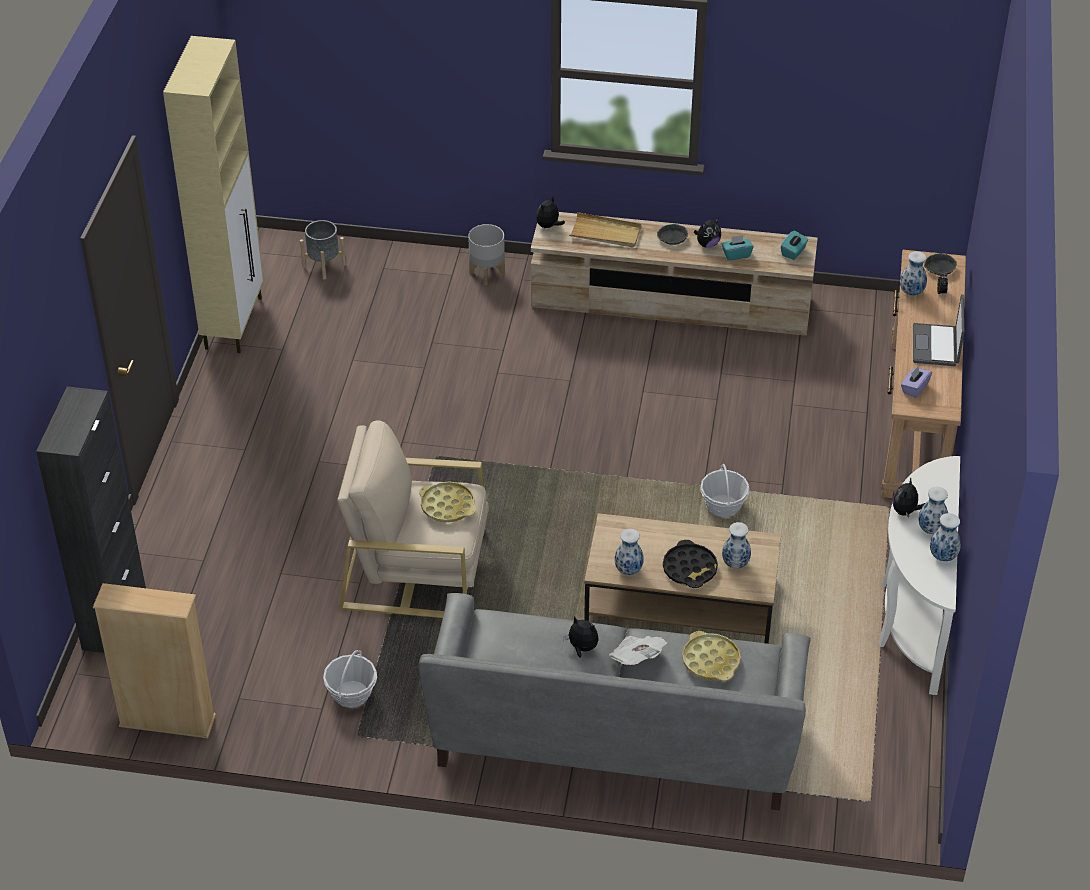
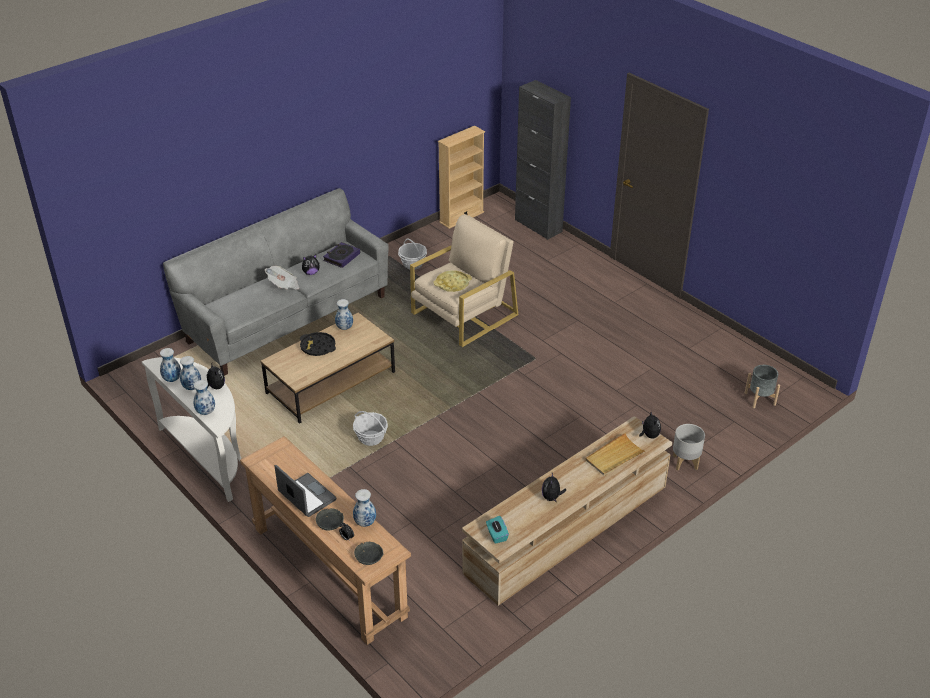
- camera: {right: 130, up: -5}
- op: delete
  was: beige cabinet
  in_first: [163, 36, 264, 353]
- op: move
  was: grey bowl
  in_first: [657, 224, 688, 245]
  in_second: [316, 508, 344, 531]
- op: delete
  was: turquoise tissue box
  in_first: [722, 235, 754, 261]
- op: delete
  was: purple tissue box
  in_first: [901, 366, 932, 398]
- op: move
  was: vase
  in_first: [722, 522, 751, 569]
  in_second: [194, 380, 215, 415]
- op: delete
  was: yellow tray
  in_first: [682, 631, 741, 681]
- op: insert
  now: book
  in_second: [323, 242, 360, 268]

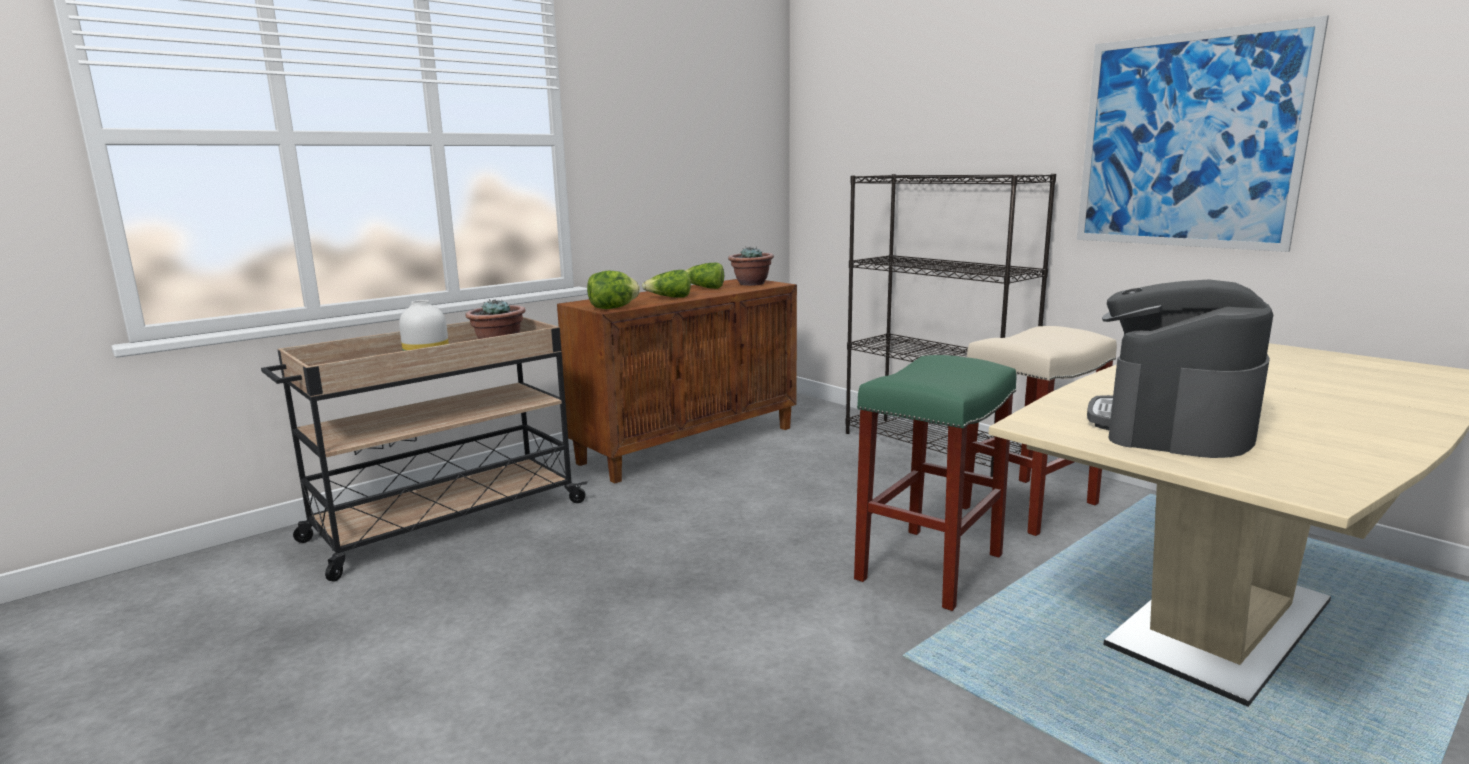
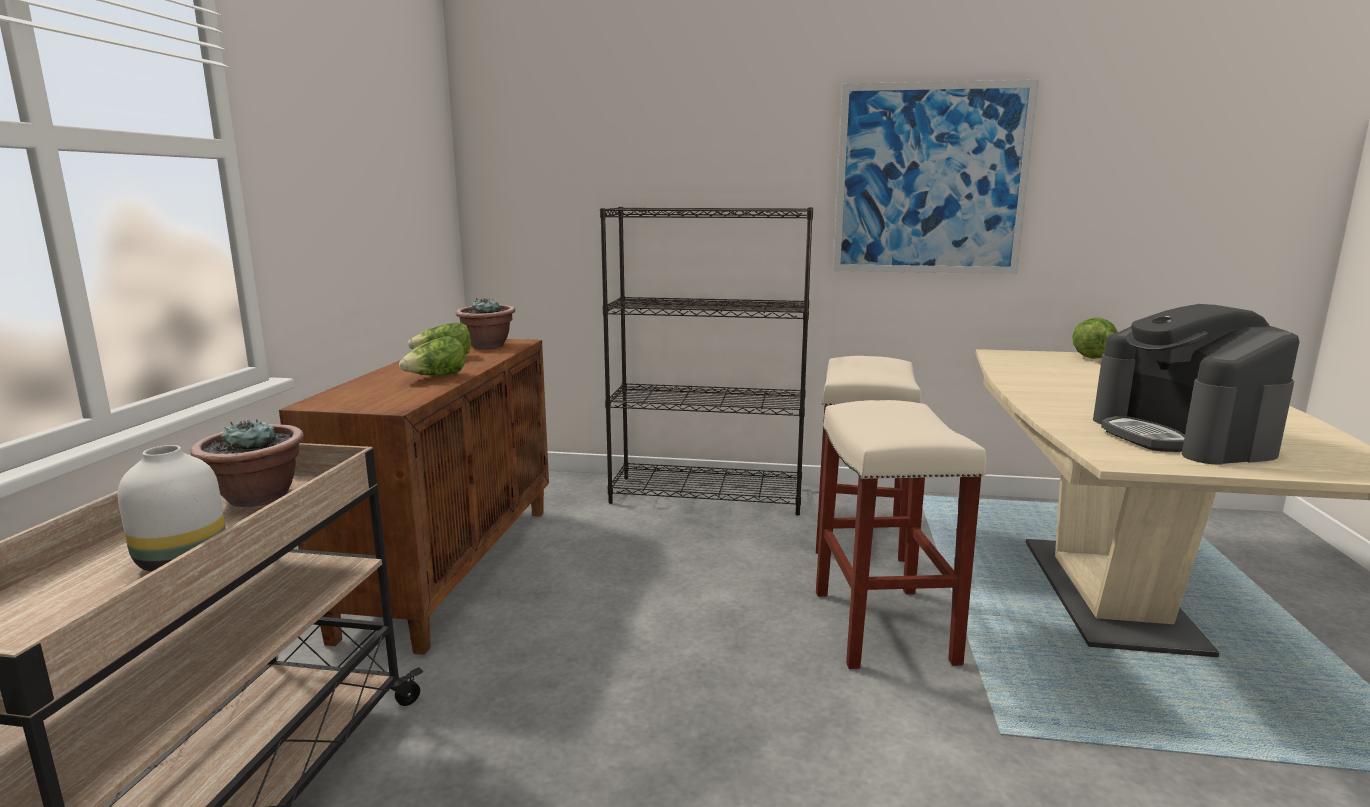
- camera: {right: -40, up: 0}
- op: move
  was: lettuce
  in_first: [587, 271, 640, 309]
  in_second: [1072, 317, 1118, 359]
- op: recolor
  was: green stool
  now: beige stool
  in_first: [854, 355, 1016, 611]
  in_second: [816, 400, 986, 669]

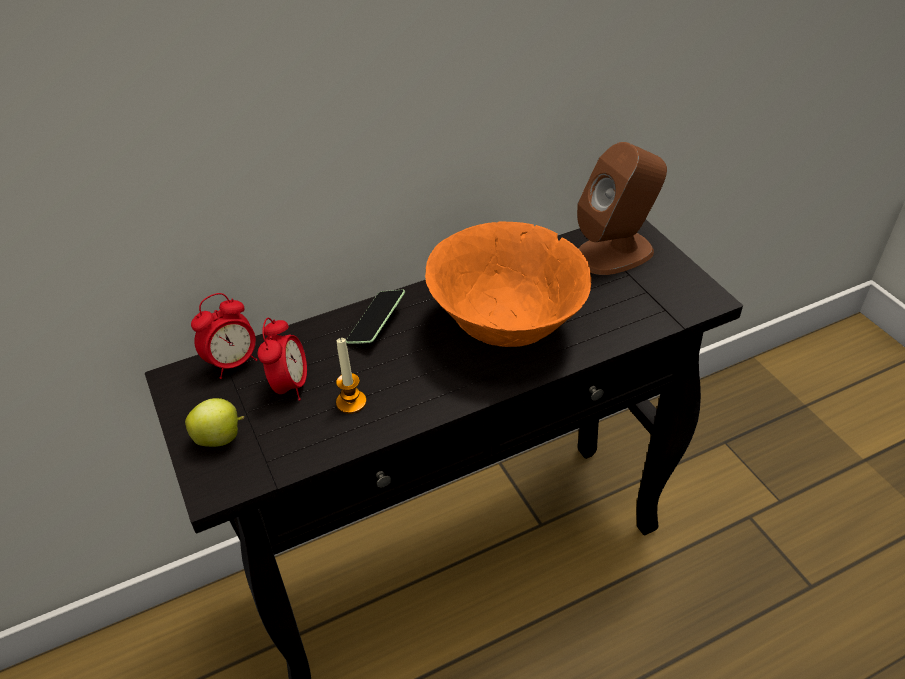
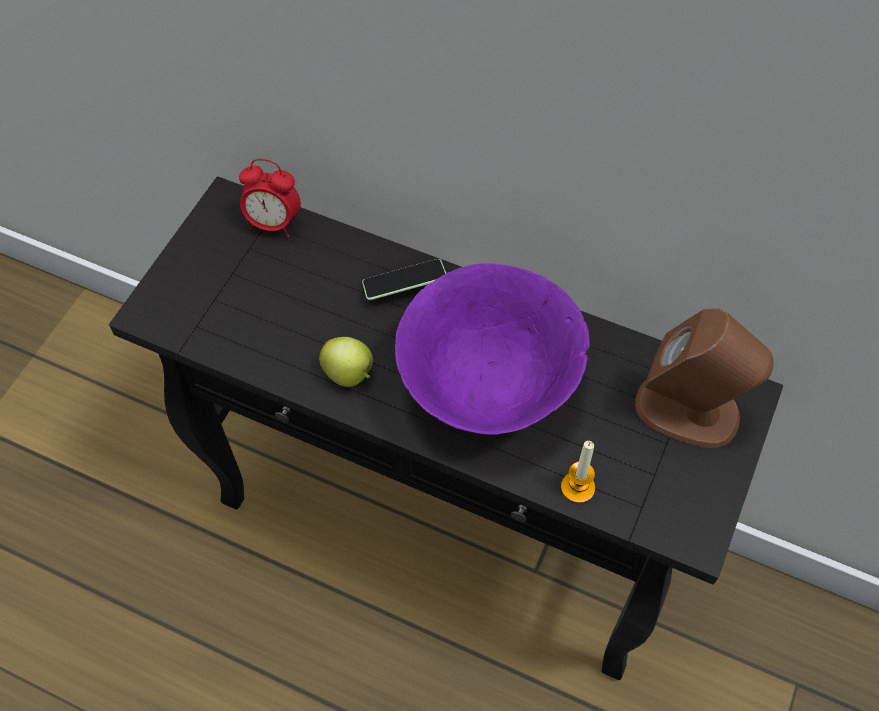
- camera: {right: 50, up: 15}
- op: recolor
  was: orange bowl
  now: purple bowl
  in_first: [425, 222, 591, 347]
  in_second: [395, 263, 590, 435]
- op: delete
  was: alarm clock
  in_first: [258, 318, 307, 401]
- op: move
  was: candle
  in_first: [336, 338, 367, 414]
  in_second: [561, 441, 595, 504]
- op: move
  was: apple
  in_first: [185, 398, 244, 447]
  in_second: [319, 337, 373, 387]

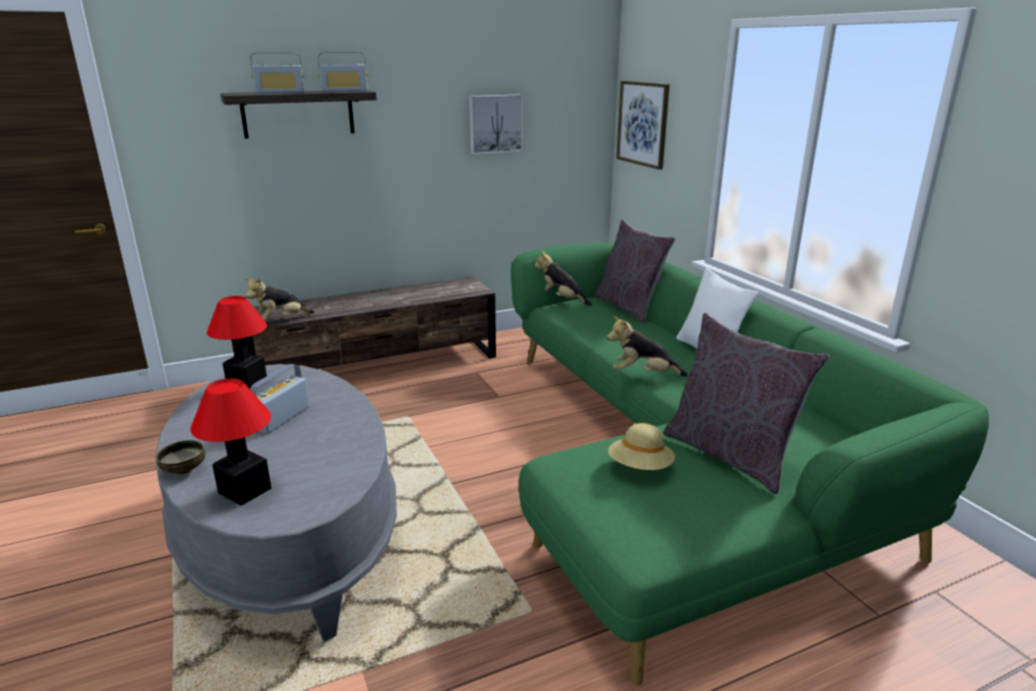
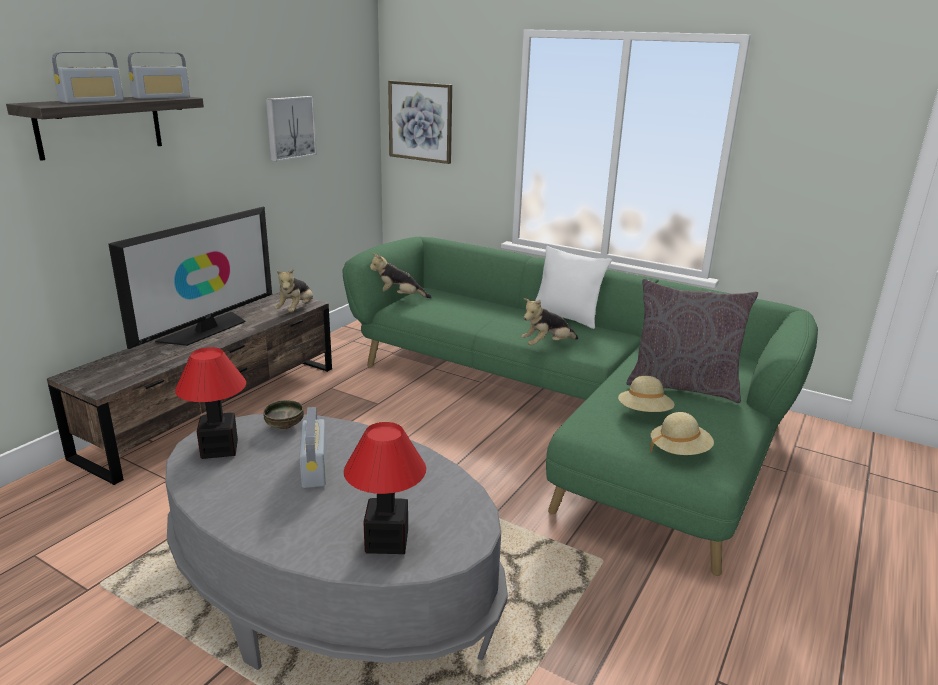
- camera: {right: -35, up: 0}
- op: delete
  was: grey pillow
  in_first: [594, 219, 676, 323]
- op: move
  was: plush toy
  in_first: [244, 277, 314, 321]
  in_second: [274, 268, 313, 312]
- op: move
  was: bowl
  in_first: [156, 440, 205, 474]
  in_second: [263, 400, 304, 429]
- op: insert
  now: television
  in_second: [108, 207, 272, 349]
- op: insert
  now: beige hat
  in_second: [650, 412, 714, 455]

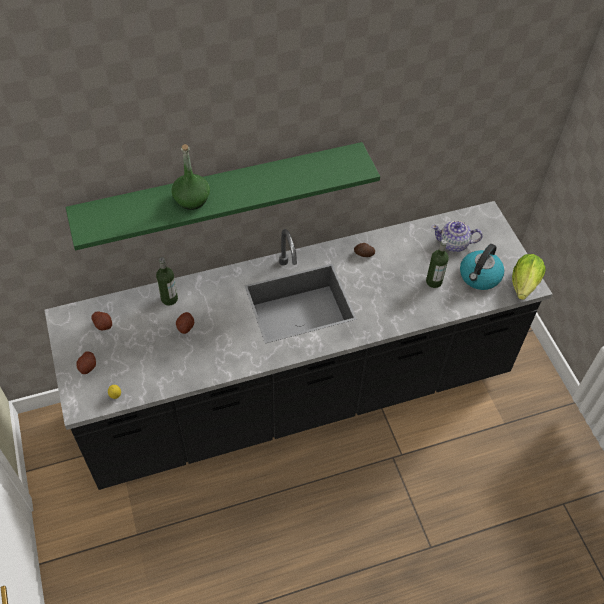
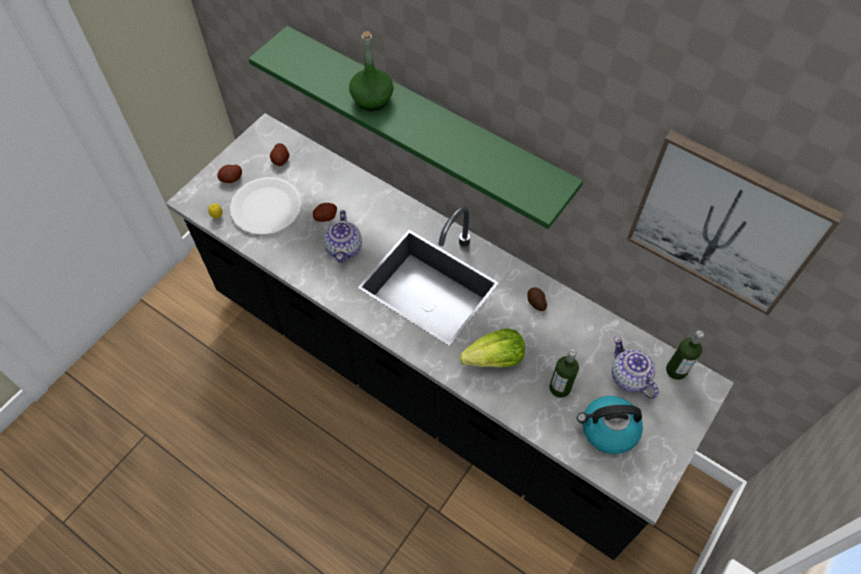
- camera: {right: 55, up: 5}
- op: move
  was: lettuce
  in_first: [512, 254, 546, 300]
  in_second: [460, 328, 525, 367]
- op: move
  was: bottle
  in_first: [156, 257, 178, 306]
  in_second: [666, 330, 704, 380]
- op: insert
  now: picture
  in_second: [627, 130, 844, 315]
- op: insert
  now: white plate
  in_second: [230, 177, 302, 235]
- op: insert
  now: teapot
  in_second: [323, 210, 362, 263]

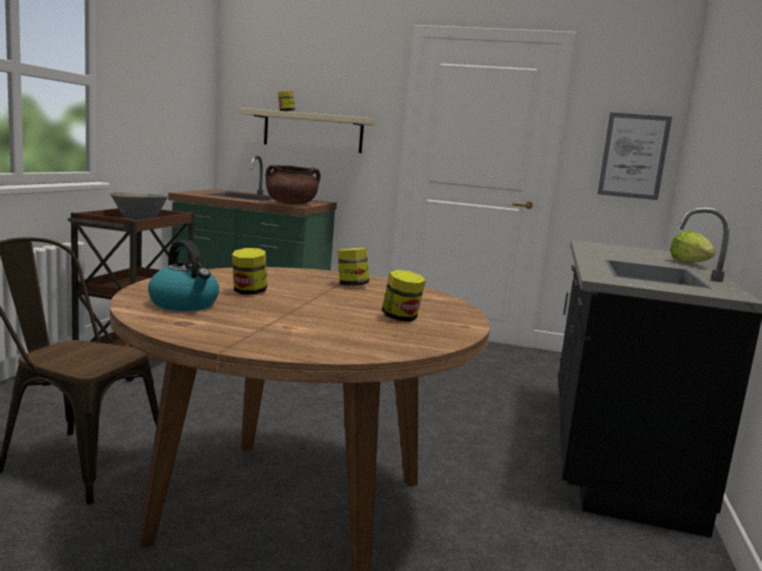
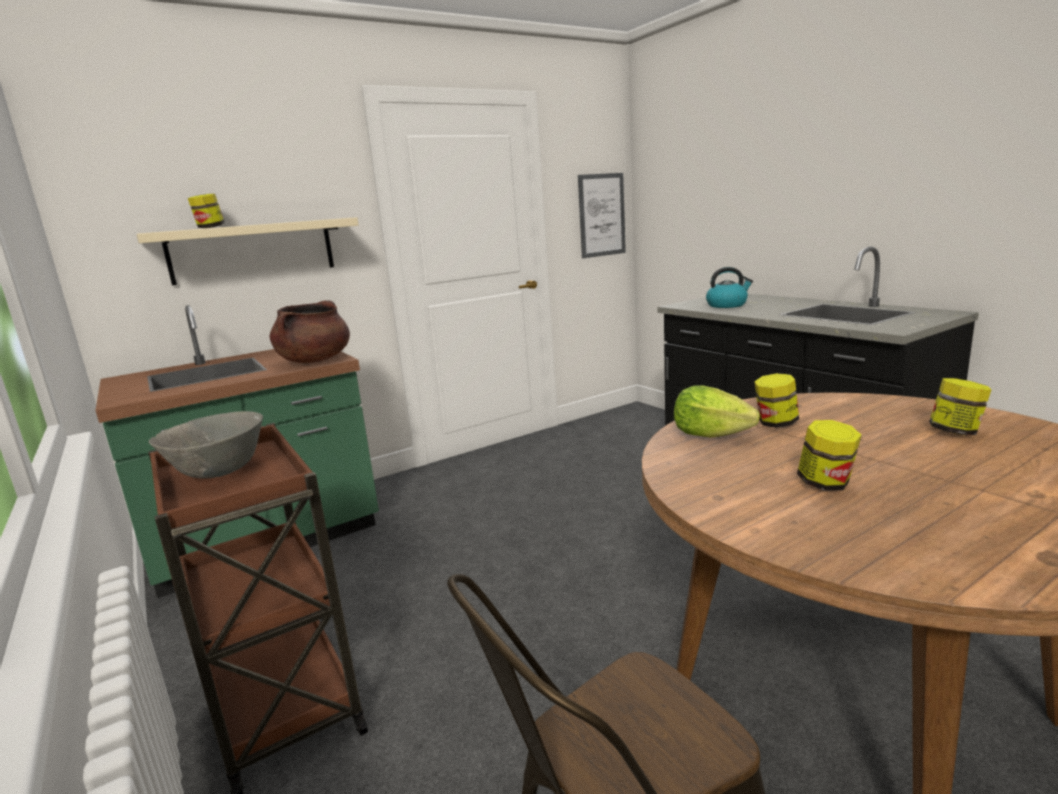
- camera: {right: -45, up: 5}
- op: move
  was: lettuce
  in_first: [670, 230, 715, 263]
  in_second: [674, 385, 760, 438]
- op: move
  was: kettle
  in_first: [148, 240, 219, 311]
  in_second: [706, 267, 753, 308]

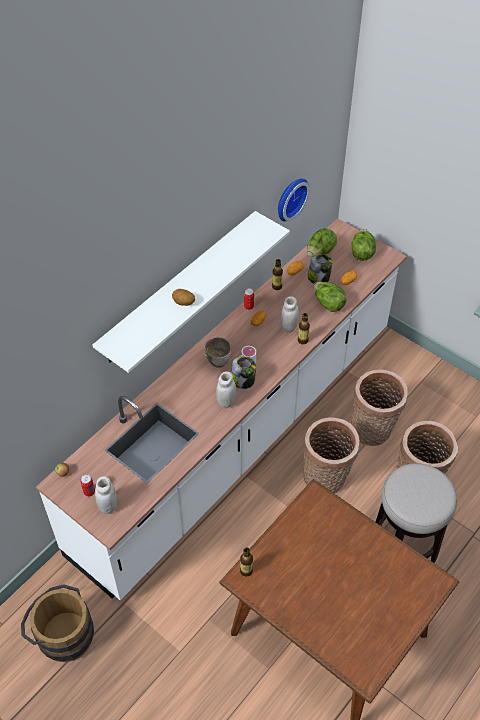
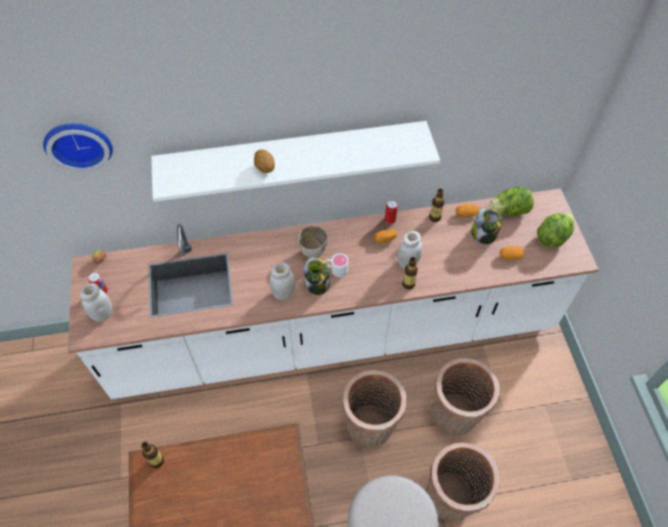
- camera: {right: 40, up: 5}
- op: move
  was: wall clock
  in_first: [278, 178, 310, 221]
  in_second: [43, 123, 113, 172]
- op: delete
  was: lettuce
  in_first: [314, 282, 347, 312]
- op: delete
  was: brown bucket
  in_first: [21, 584, 94, 662]

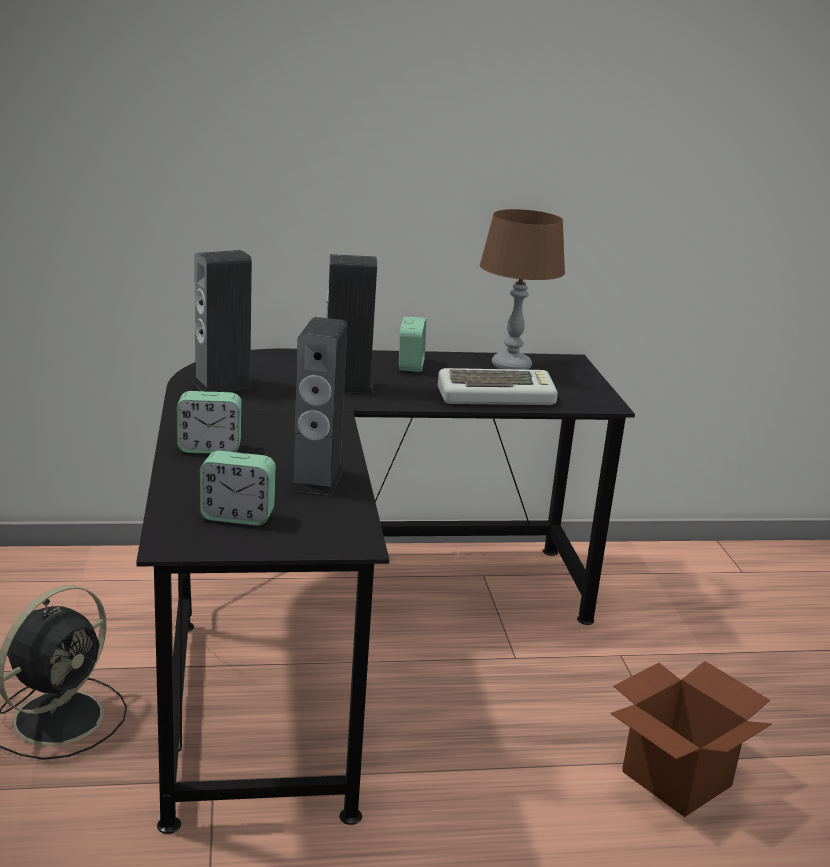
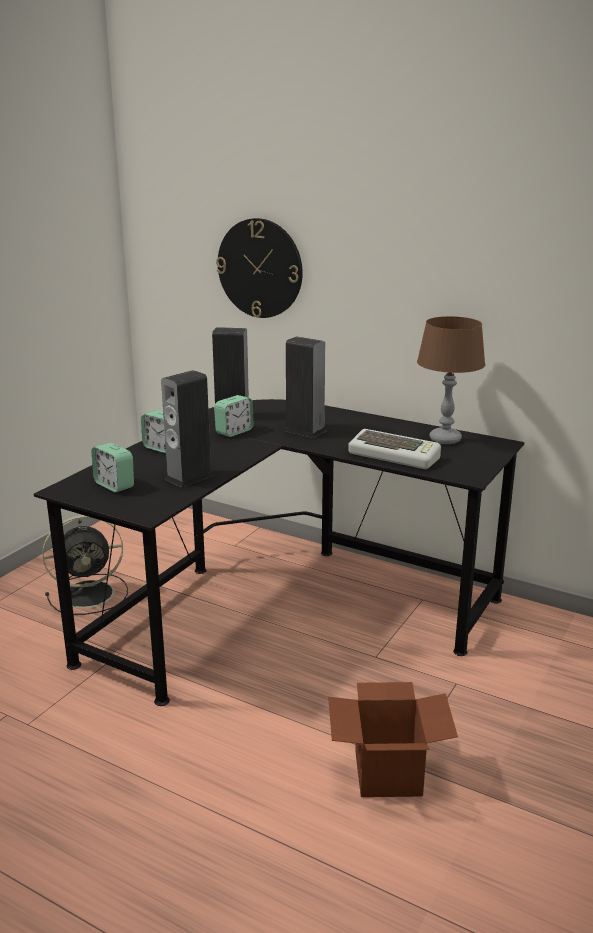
- camera: {right: 40, up: 0}
- op: move
  was: alarm clock
  in_first: [399, 317, 426, 372]
  in_second: [214, 395, 254, 437]
- op: insert
  now: wall clock
  in_second: [216, 218, 303, 318]

